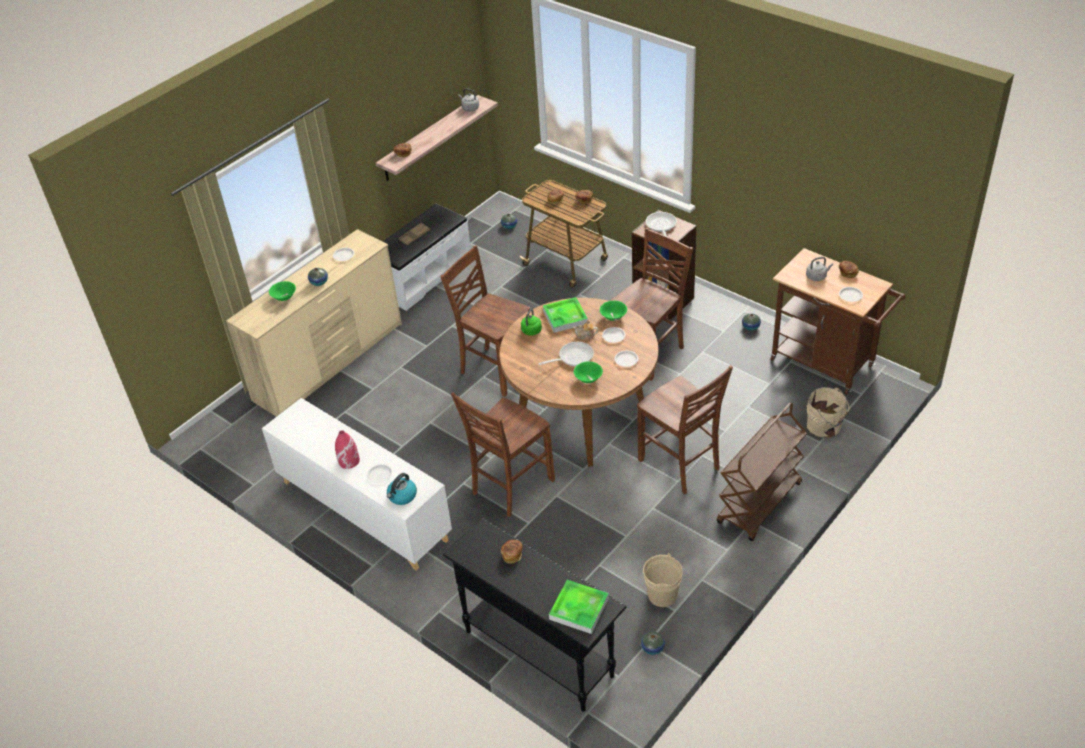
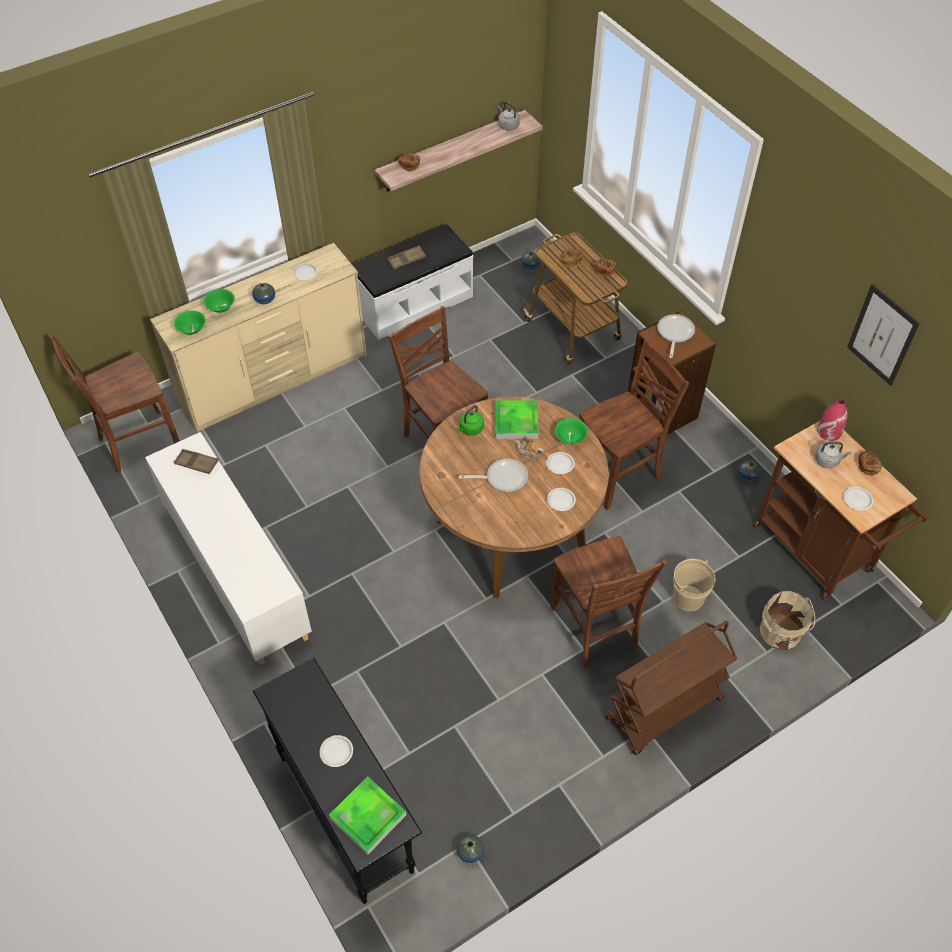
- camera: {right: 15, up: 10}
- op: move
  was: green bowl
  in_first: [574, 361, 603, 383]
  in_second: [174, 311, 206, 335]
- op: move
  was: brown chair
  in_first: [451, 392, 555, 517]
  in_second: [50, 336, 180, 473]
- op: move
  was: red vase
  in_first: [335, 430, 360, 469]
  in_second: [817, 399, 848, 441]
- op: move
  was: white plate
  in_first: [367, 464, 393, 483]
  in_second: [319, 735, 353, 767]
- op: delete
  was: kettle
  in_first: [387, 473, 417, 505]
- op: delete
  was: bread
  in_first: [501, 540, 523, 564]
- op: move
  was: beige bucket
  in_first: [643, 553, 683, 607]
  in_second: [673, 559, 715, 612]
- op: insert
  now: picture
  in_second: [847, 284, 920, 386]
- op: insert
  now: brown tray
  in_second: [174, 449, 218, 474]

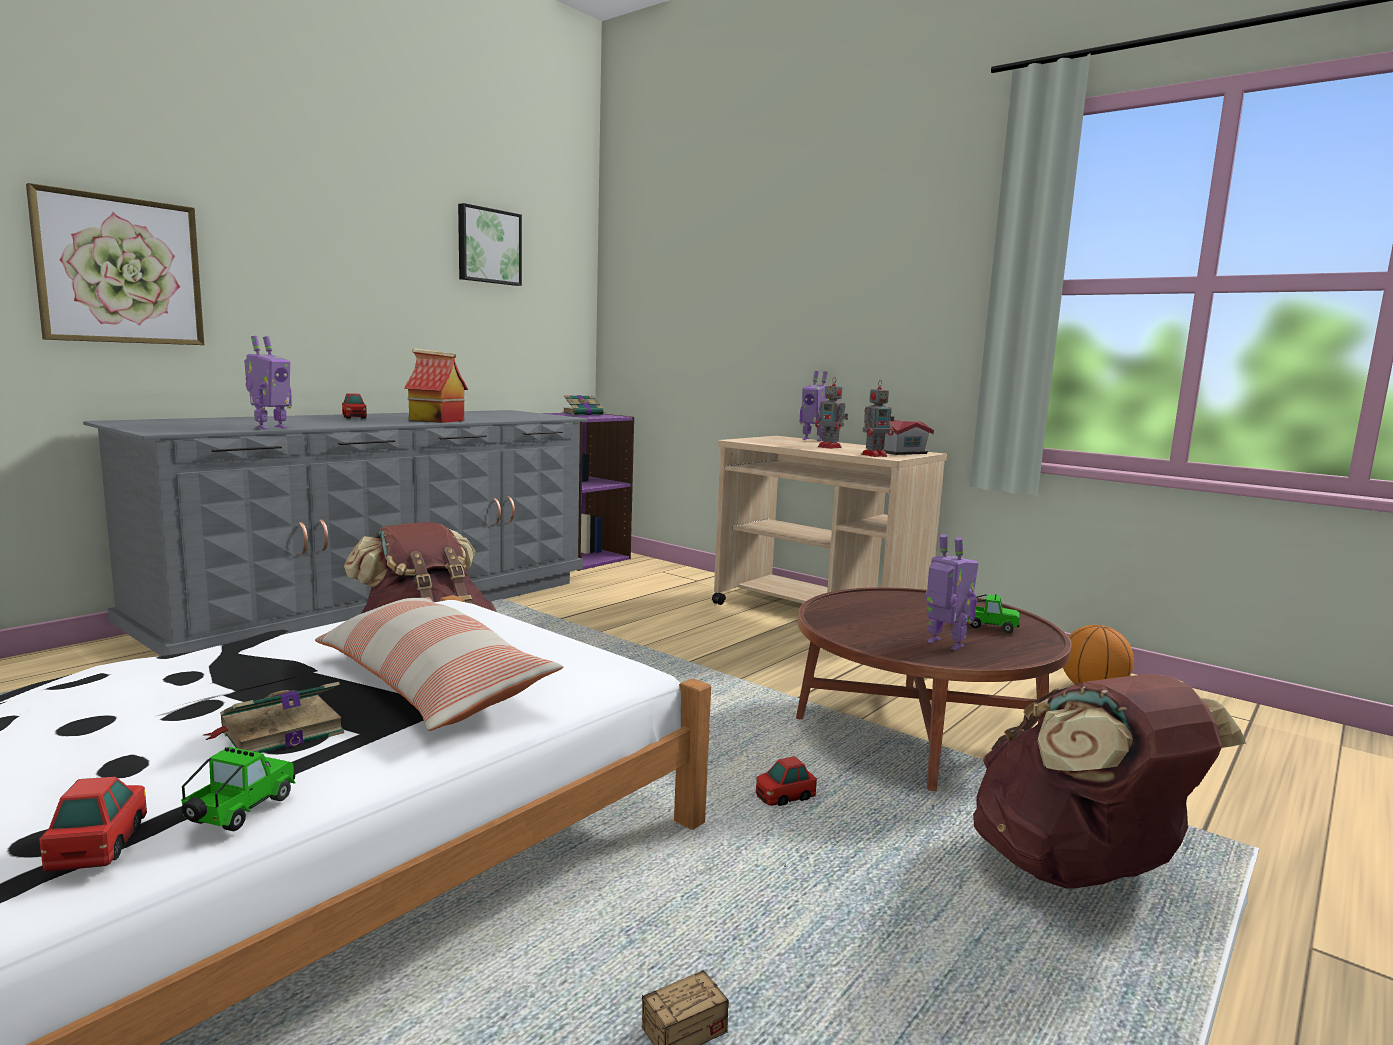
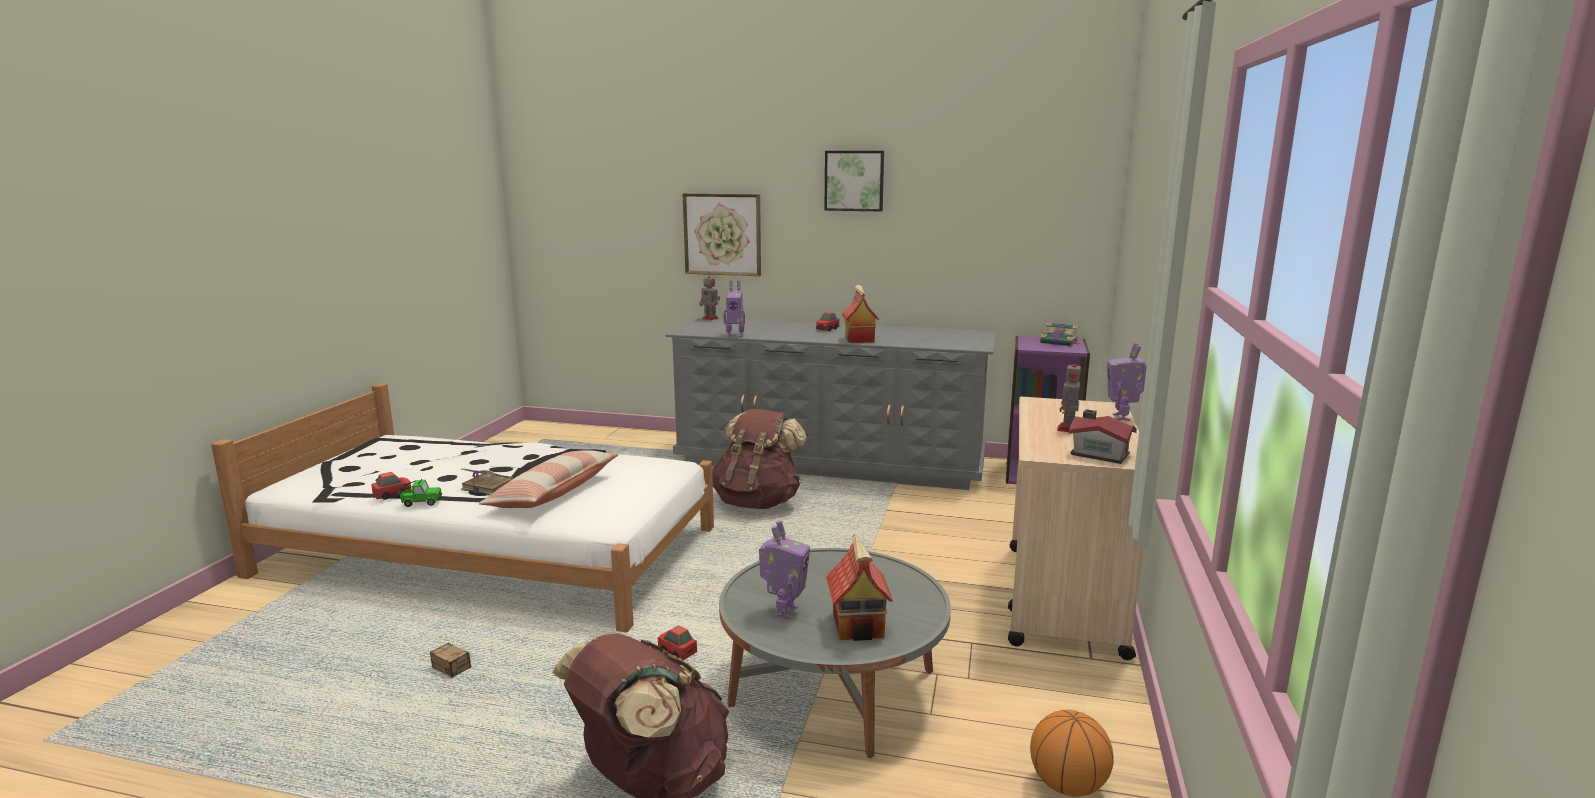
- camera: {right: 65, up: 5}
- op: move
  was: picture
  in_first: [458, 203, 522, 286]
  in_second: [825, 151, 884, 211]
- op: move
  was: toy robot
  in_first: [861, 381, 894, 457]
  in_second: [699, 275, 720, 320]
- op: recolor
  was: brown coffee table
  now: grey coffee table
  in_first: [796, 587, 1071, 791]
  in_second: [719, 548, 951, 758]
- op: replace
  was: toy car
  now: toy house
  in_first: [968, 594, 1020, 633]
  in_second: [826, 534, 893, 641]

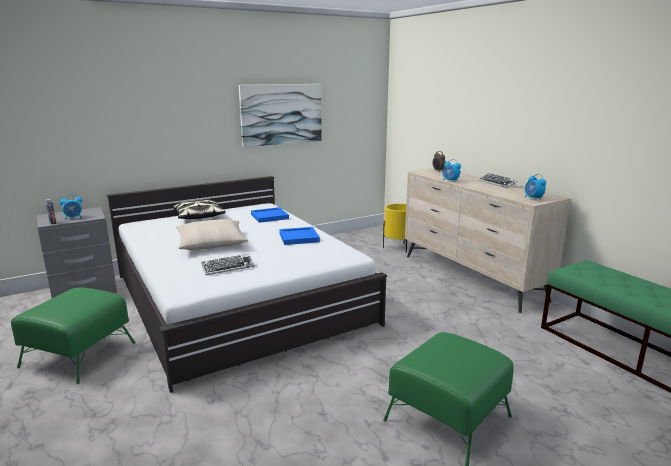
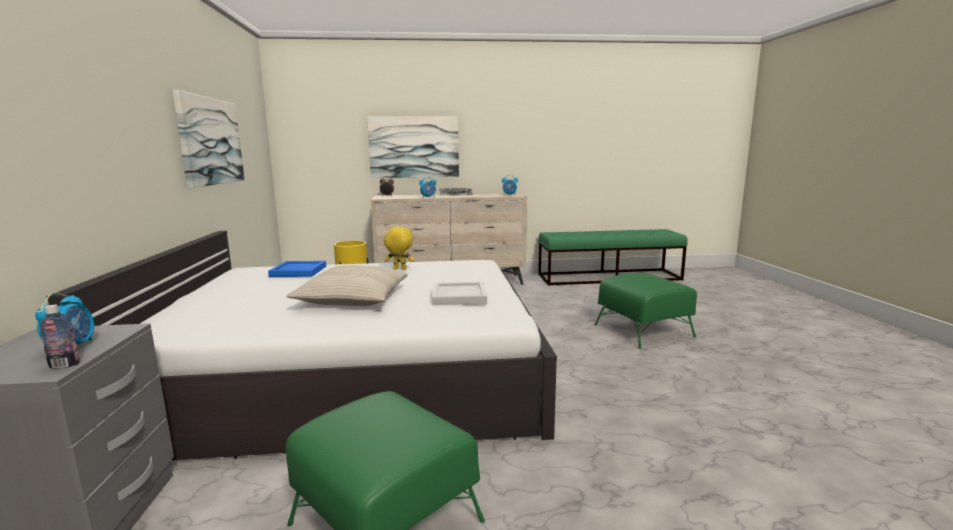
- camera: {right: -65, up: -5}
- op: delete
  was: pillow
  in_first: [173, 200, 226, 219]
- op: replace
  was: blue tray
  now: yellow plush toy
  in_first: [279, 227, 320, 245]
  in_second: [384, 227, 414, 270]
- op: replace
  was: keyboard
  now: white tray
  in_first: [201, 254, 255, 275]
  in_second: [432, 282, 487, 305]
- op: insert
  now: picture
  in_second: [367, 116, 459, 178]

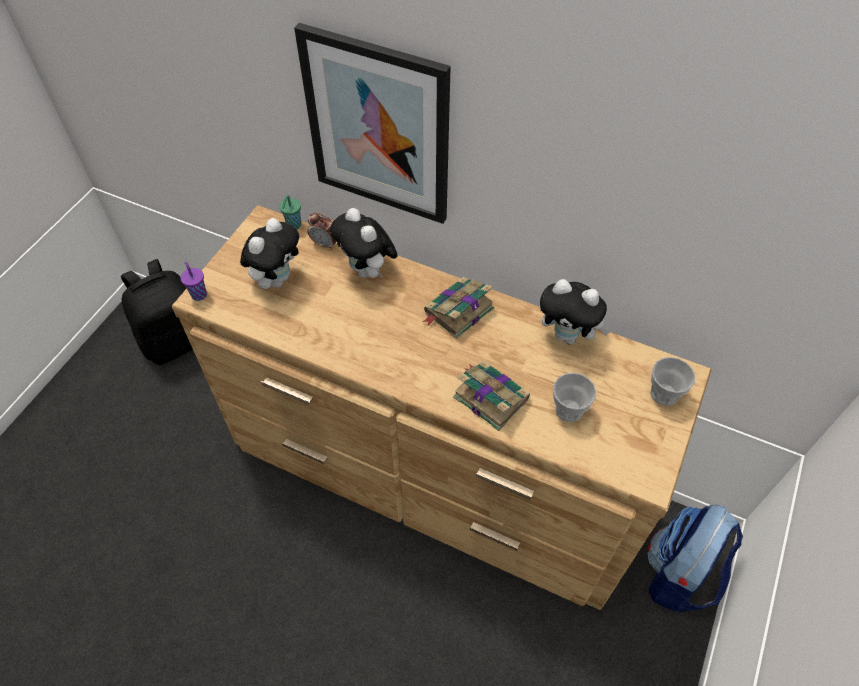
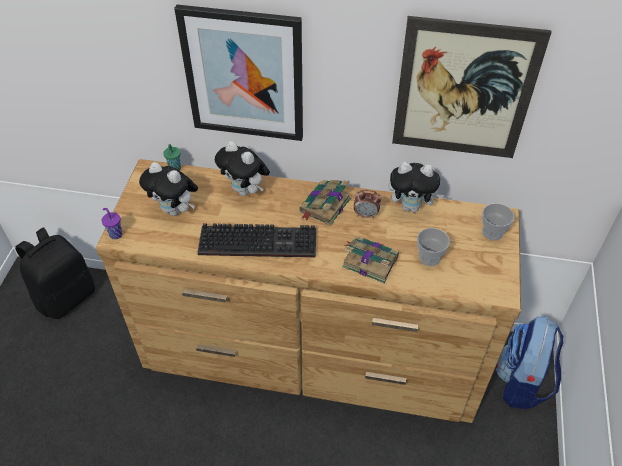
- camera: {right: -15, up: -5}
- op: move
  was: alarm clock
  in_first: [307, 212, 337, 250]
  in_second: [354, 190, 381, 219]
- op: rotate
  was: plush toy
  in_first: [240, 218, 299, 289]
  in_second: [139, 162, 198, 216]
  clockwise: 105
- op: insert
  now: picture
  in_second: [392, 16, 551, 158]
- op: insert
  now: keyboard
  in_second: [197, 223, 316, 258]

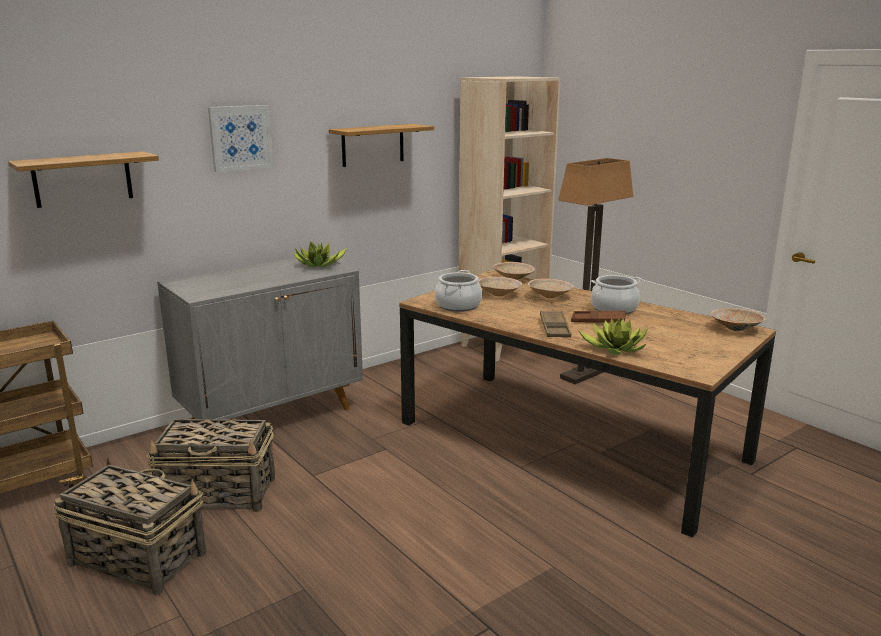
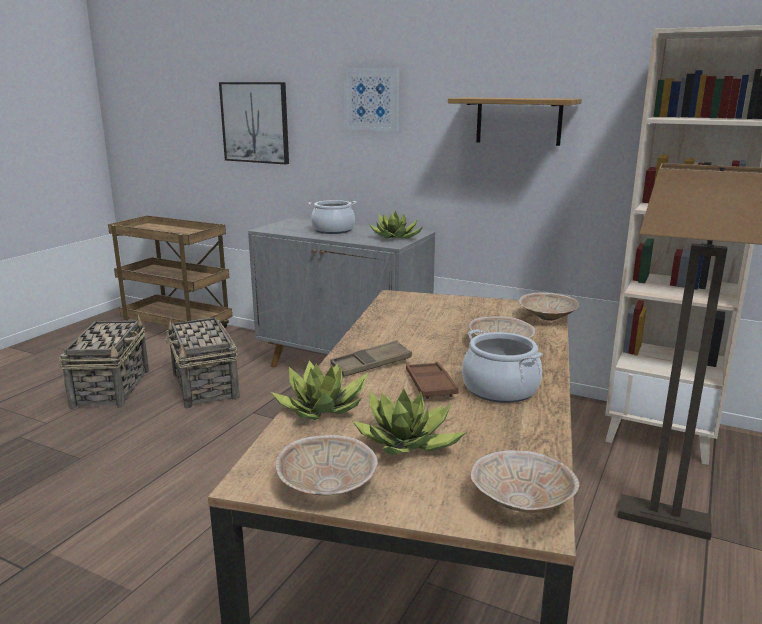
- camera: {right: 65, up: 0}
- op: replace
  was: shelf
  now: picture
  in_first: [8, 151, 159, 208]
  in_second: [219, 82, 289, 164]
- op: move
  was: cooking pot
  in_first: [435, 270, 482, 312]
  in_second: [308, 200, 357, 234]
- op: move
  was: beige bowl
  in_first: [478, 277, 523, 296]
  in_second: [275, 435, 378, 495]
- op: insert
  now: potted plant
  in_second: [353, 389, 466, 455]

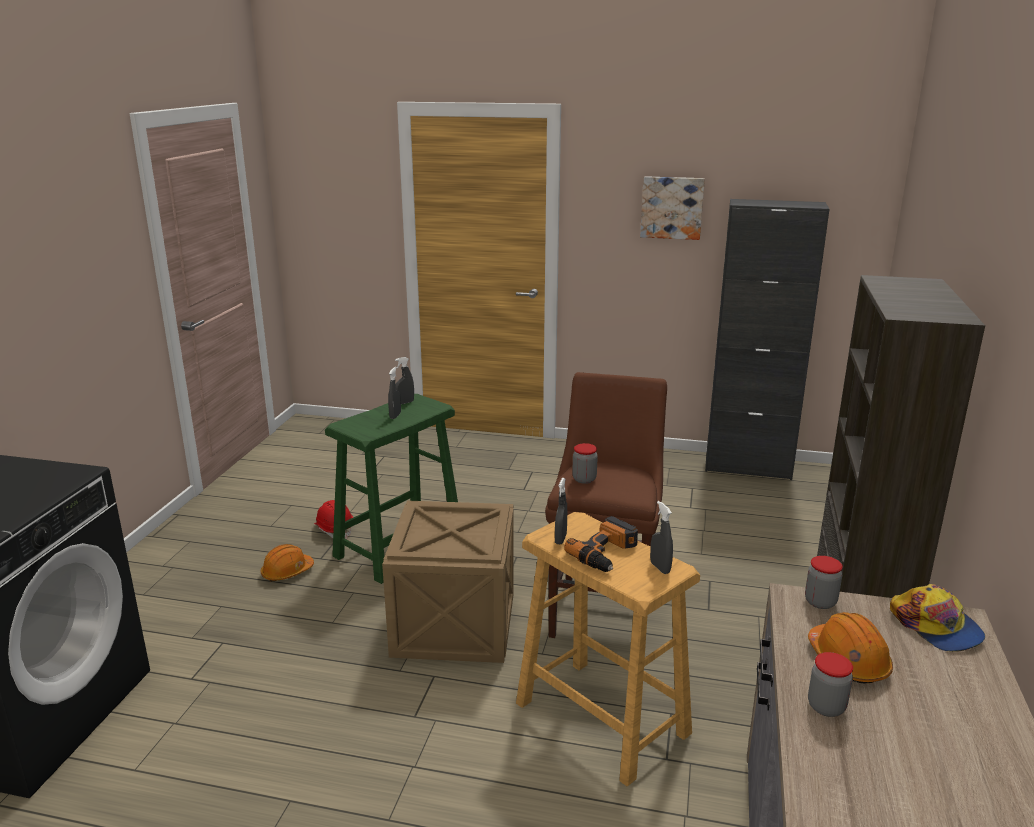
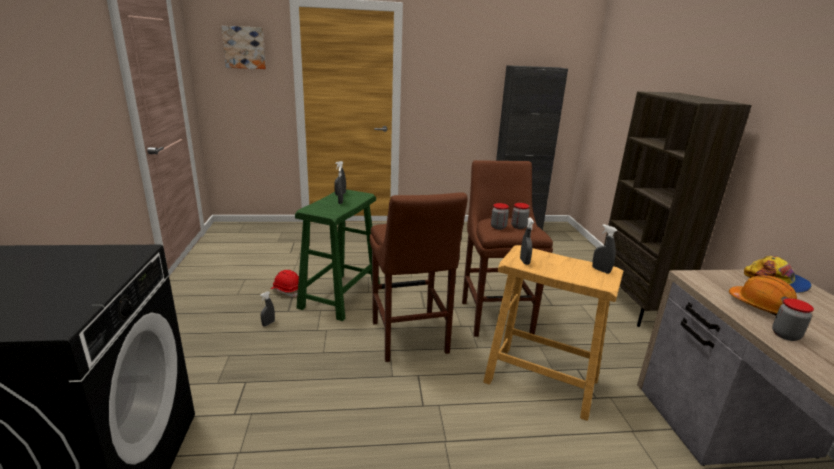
- camera: {right: -20, up: 0}
- op: move
  was: picture
  in_first: [640, 176, 705, 240]
  in_second: [221, 26, 266, 69]
- op: replace
  was: crate
  now: brown stool
  in_first: [382, 501, 514, 663]
  in_second: [369, 192, 468, 362]
- op: delete
  was: power drill
  in_first: [564, 516, 638, 572]
- op: replace
  was: orange hard hat
  now: grey spray bottle
  in_first: [261, 544, 314, 582]
  in_second: [260, 291, 275, 327]
- op: move
  was: jar
  in_first: [805, 556, 843, 609]
  in_second: [511, 203, 530, 229]

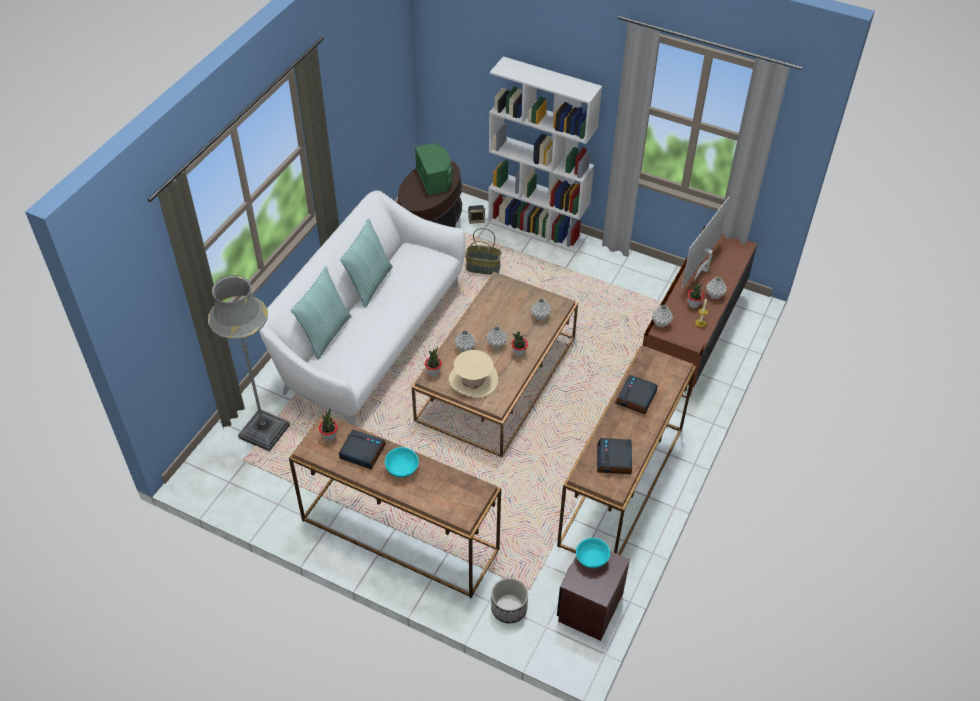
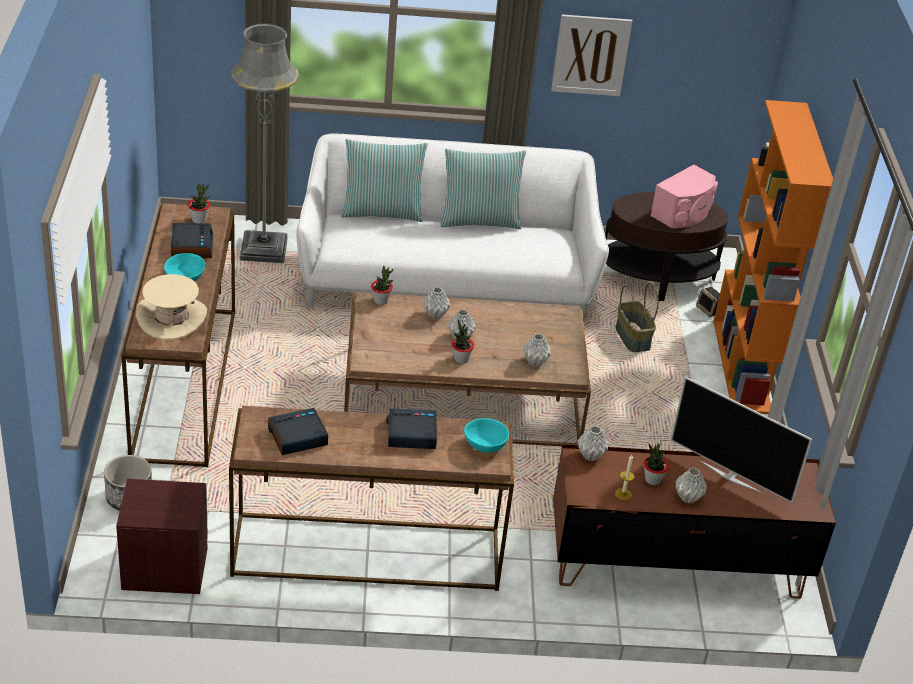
- camera: {right: 60, up: -10}
- op: recolor
  was: white bookcase
  now: orange bookcase
  in_first: [488, 56, 602, 253]
  in_second: [713, 100, 833, 414]
- op: recolor
  was: green speaker
  now: pink speaker
  in_first: [415, 143, 453, 195]
  in_second: [650, 165, 718, 228]
- op: rotate
  was: television
  in_first: [682, 197, 729, 288]
  in_second: [671, 376, 812, 503]
  clockwise: -150
- op: move
  was: beige hat
  in_first: [448, 350, 498, 398]
  in_second: [136, 274, 207, 340]
- op: move
  was: turquoise bowl
  in_first: [576, 538, 610, 568]
  in_second: [464, 418, 509, 453]
- op: insert
  now: picture
  in_second: [551, 14, 632, 96]

